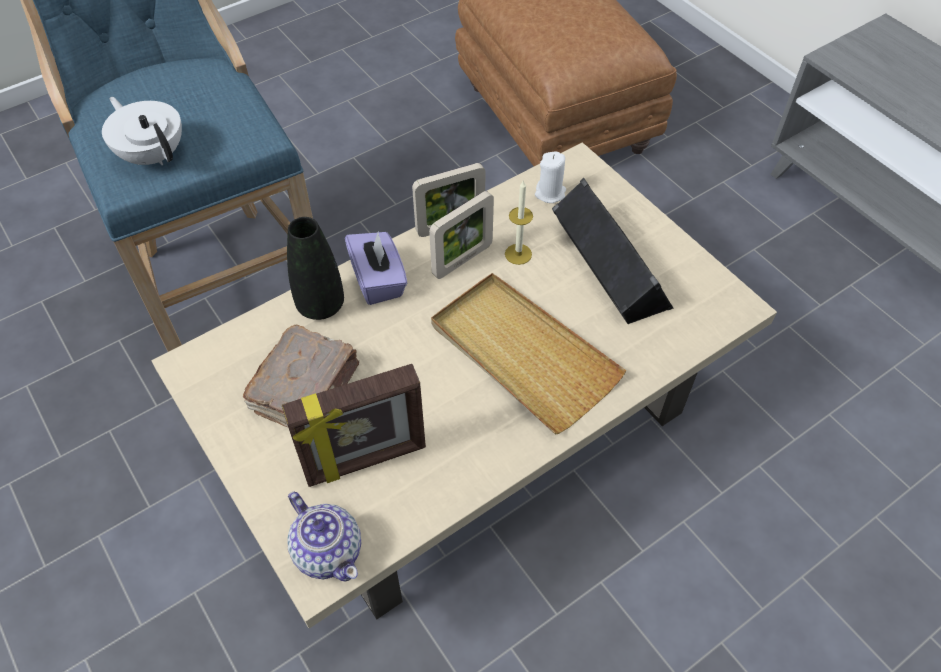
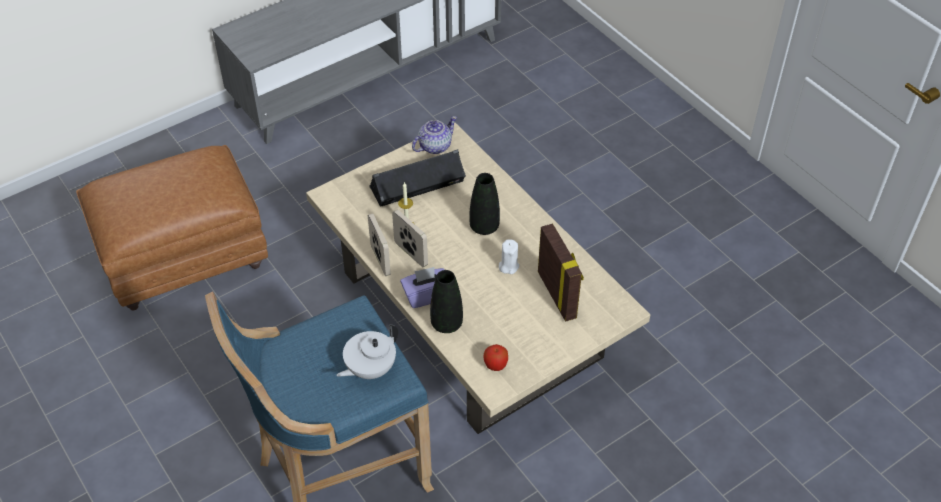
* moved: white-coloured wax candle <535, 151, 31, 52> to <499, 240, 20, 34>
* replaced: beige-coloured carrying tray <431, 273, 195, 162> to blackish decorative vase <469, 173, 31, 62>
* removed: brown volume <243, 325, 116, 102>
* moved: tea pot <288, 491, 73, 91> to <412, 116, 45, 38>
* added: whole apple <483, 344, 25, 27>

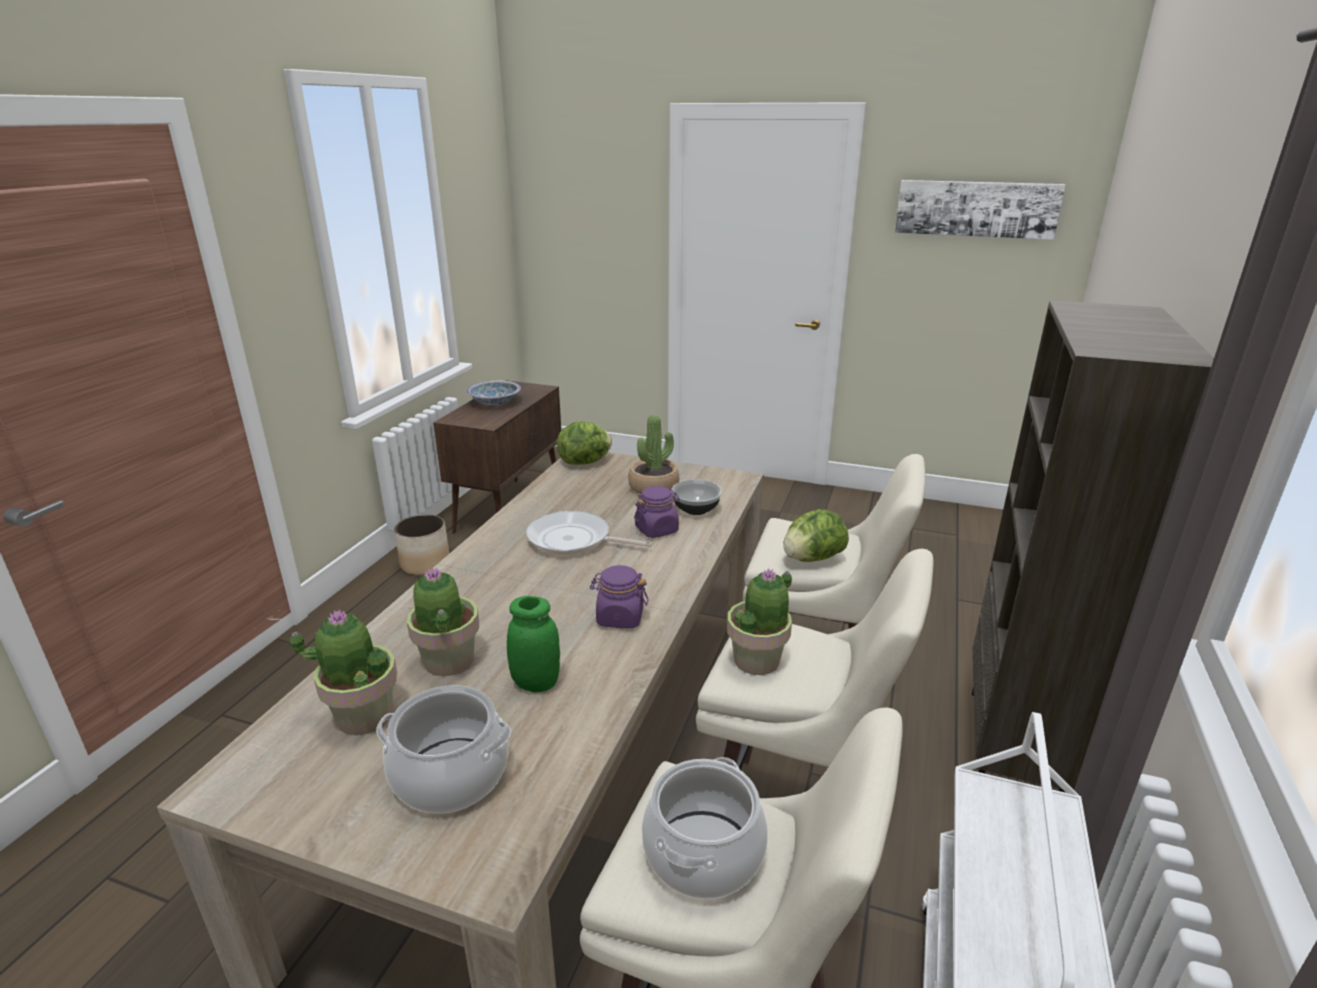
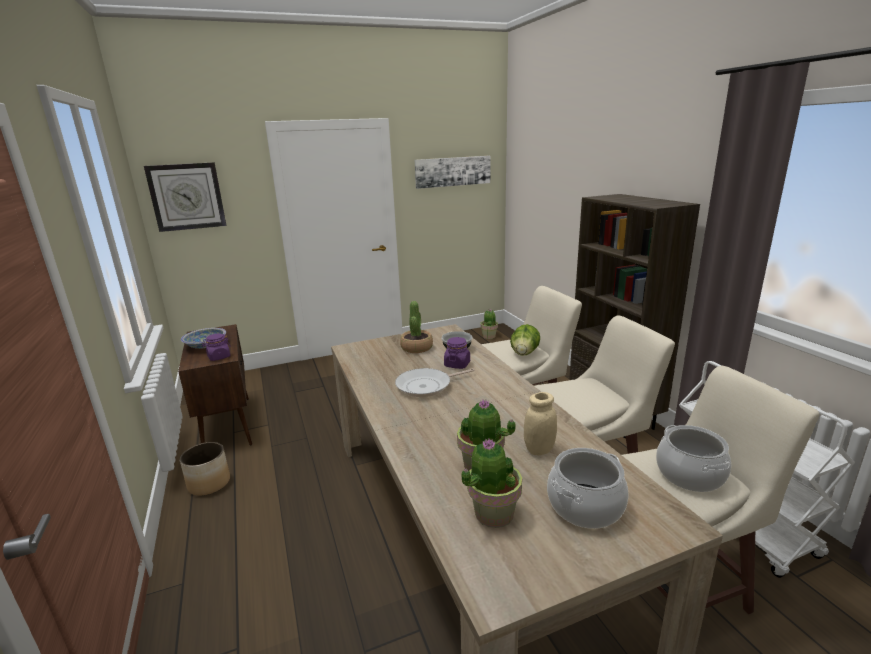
* removed: lettuce <557, 421, 55, 44>
* moved: purple-coloured preserve jar <590, 565, 58, 63> to <202, 334, 29, 27>
* moved: potted plant <727, 568, 65, 107> to <480, 309, 18, 30>
* recoloured: green-coloured preserve jar <507, 596, 53, 97> to beige-coloured preserve jar <524, 392, 33, 63>
* added: wall clock <144, 162, 82, 70>

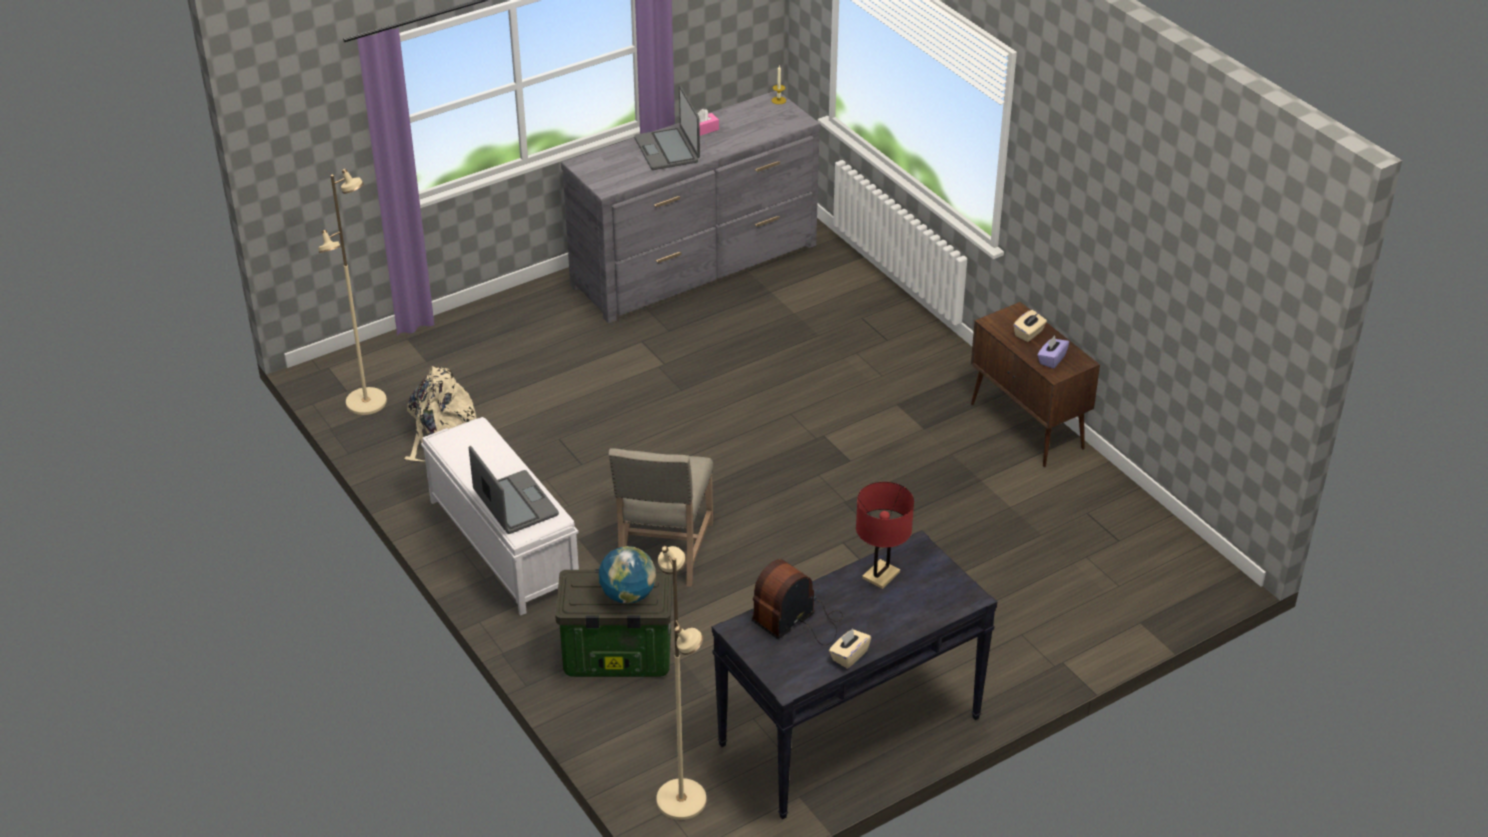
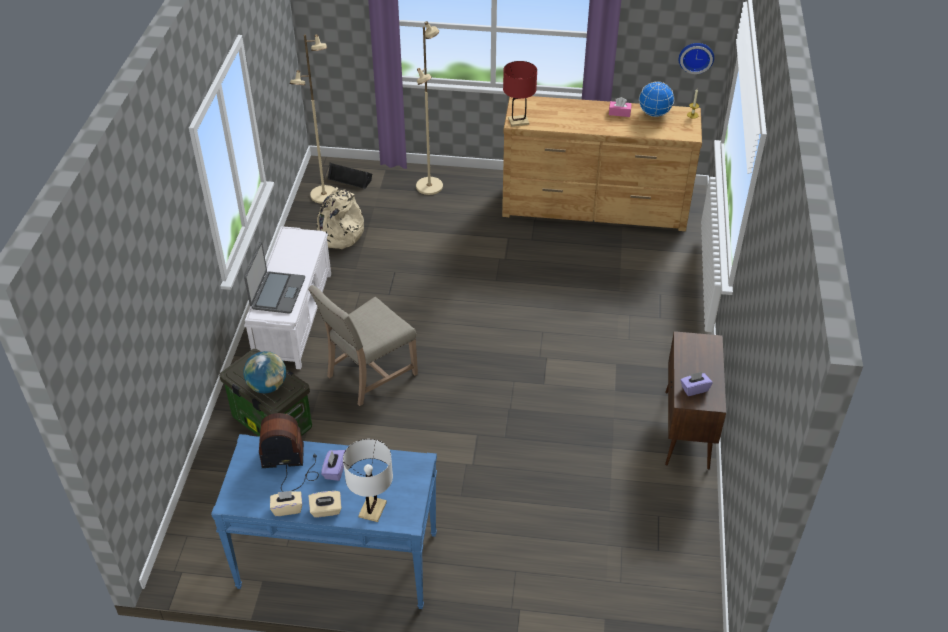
* removed: notebook computer <634, 85, 66, 85>
* recoloured: grey dresser <561, 91, 260, 232> to brown dresser <502, 96, 200, 135>
* moved: beige-coloured tissue box <1014, 310, 33, 32> to <308, 491, 34, 27>
* moved: red-coloured tabletop lamp <856, 482, 58, 107> to <503, 61, 34, 66>
* recoloured: blackish hall table <712, 530, 285, 290> to blue hall table <211, 434, 226, 175>
* moved: beige-coloured standard lamp <656, 546, 50, 274> to <416, 21, 27, 174>
* added: wall clock <679, 43, 35, 31>
* added: world globe <639, 81, 35, 36>
* added: blackish audio speaker <328, 163, 44, 26>
* added: white-coloured tabletop lamp <343, 439, 50, 83>
* added: purple-coloured tissue box <321, 450, 25, 31>

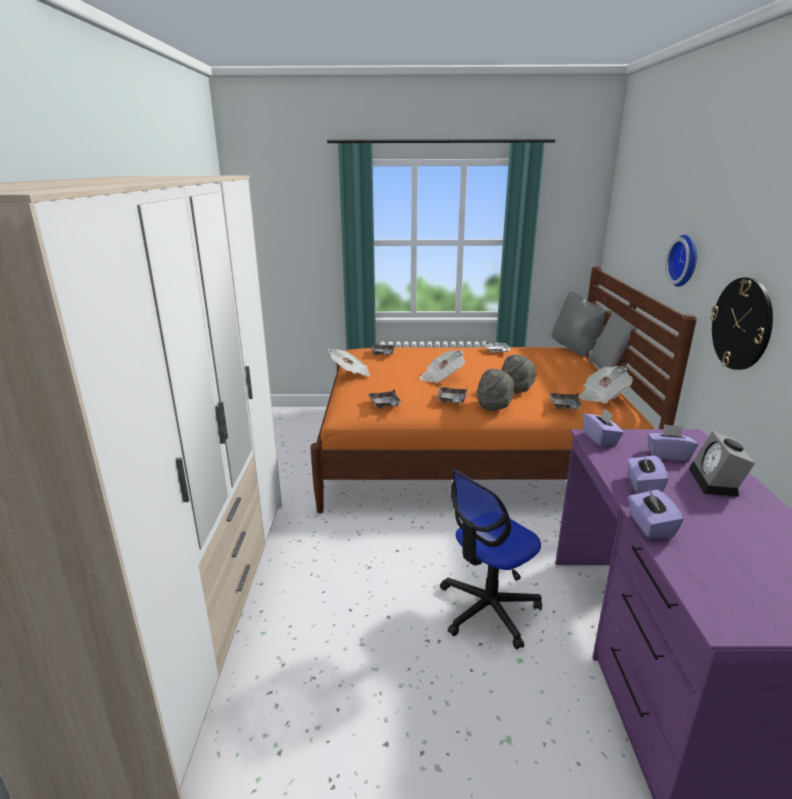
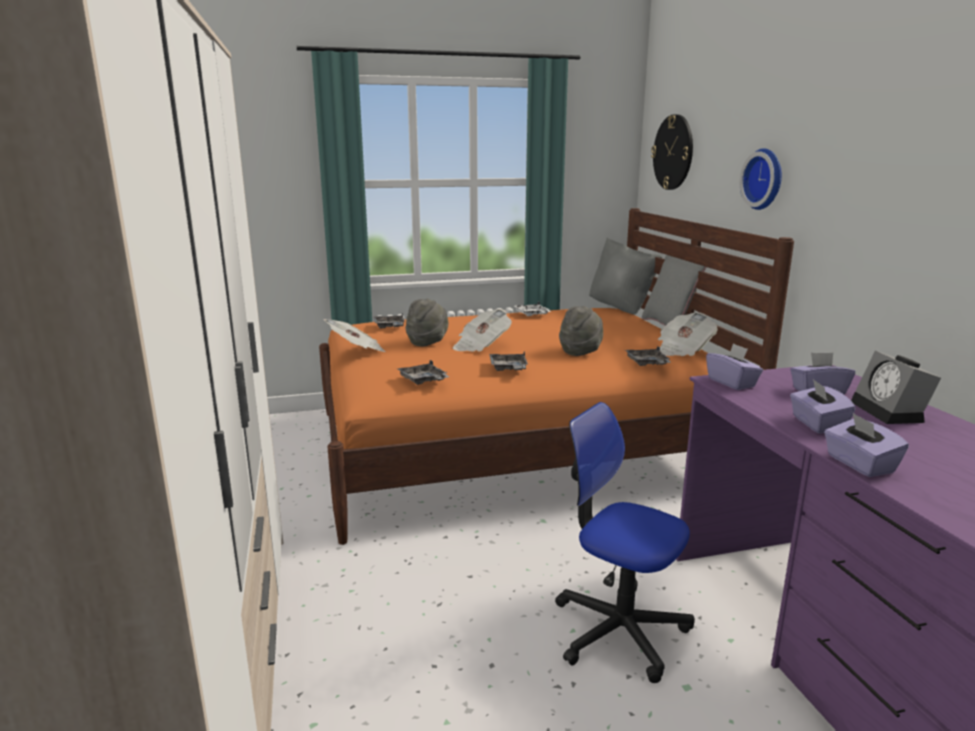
* moved: wall clock <710, 278, 63, 92> to <651, 114, 42, 76>
* moved: grey clothing hat <477, 369, 38, 42> to <405, 299, 43, 48>
* turned: computer chair <440, 469, 102, 180> = <555, 402, 140, 281> 90 degrees clockwise

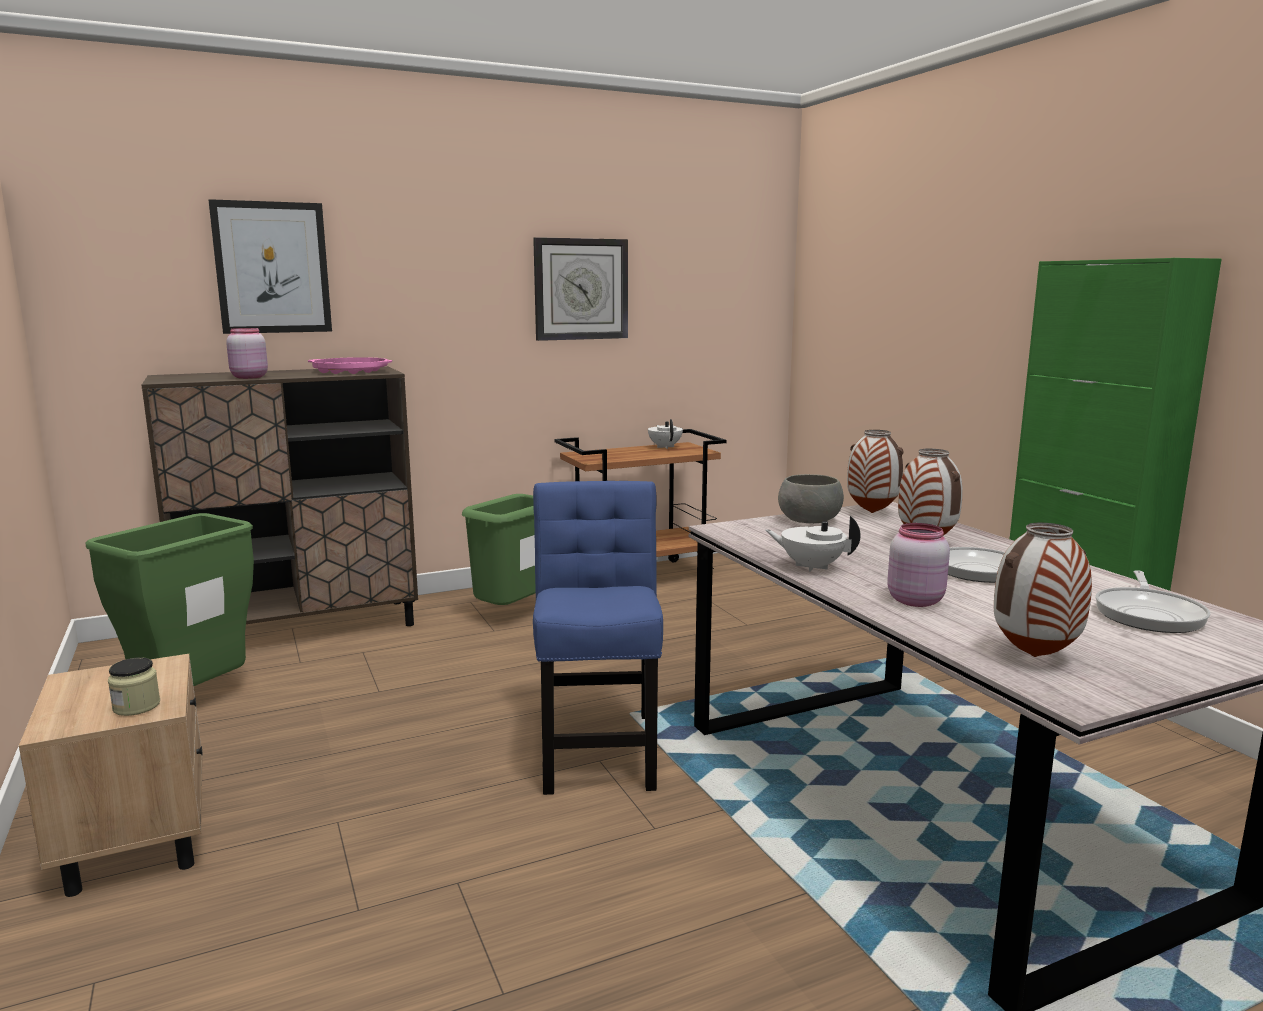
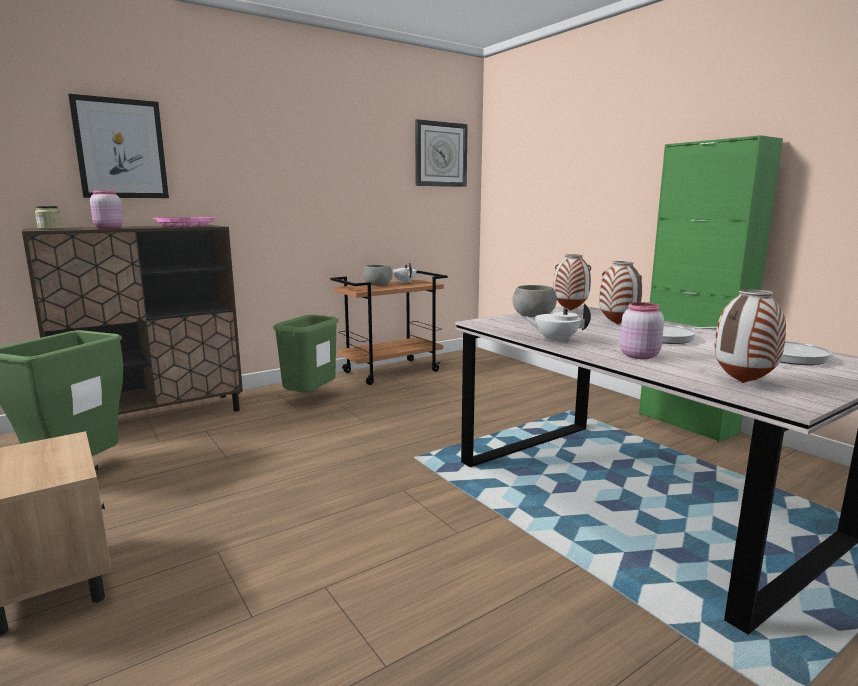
* moved: wall clock <533, 237, 95, 104> to <415, 119, 53, 68>
* removed: blue plain chair <533, 481, 130, 314>
* moved: preserve jar <108, 657, 52, 59> to <35, 206, 27, 23>
* added: grey deep dish <363, 265, 30, 21>

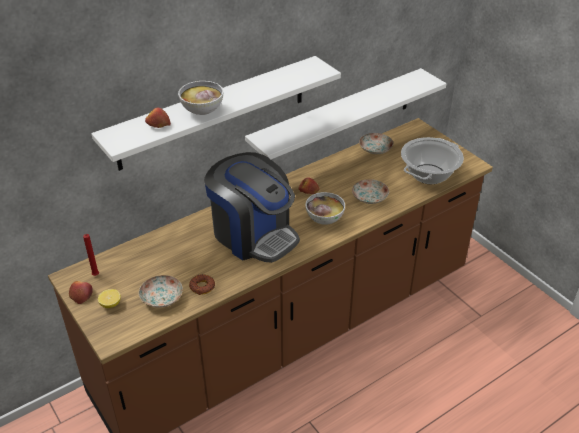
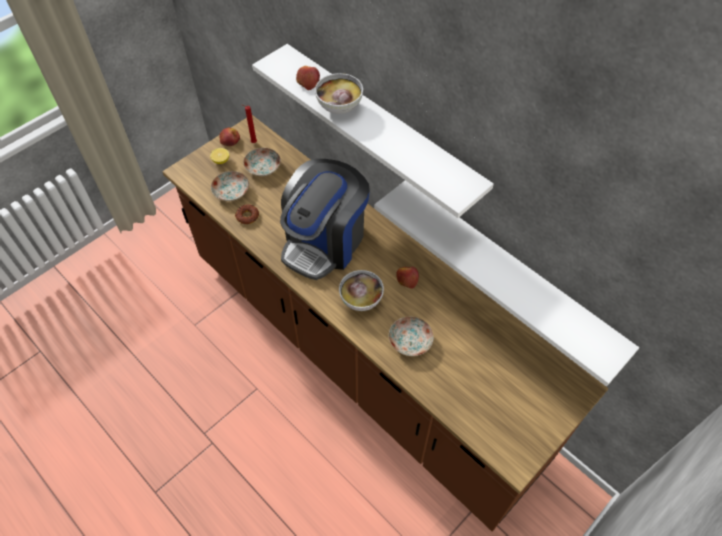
* moved: flat dish <359, 133, 34, 21> to <243, 148, 37, 28>
* removed: stockpot <401, 137, 63, 47>

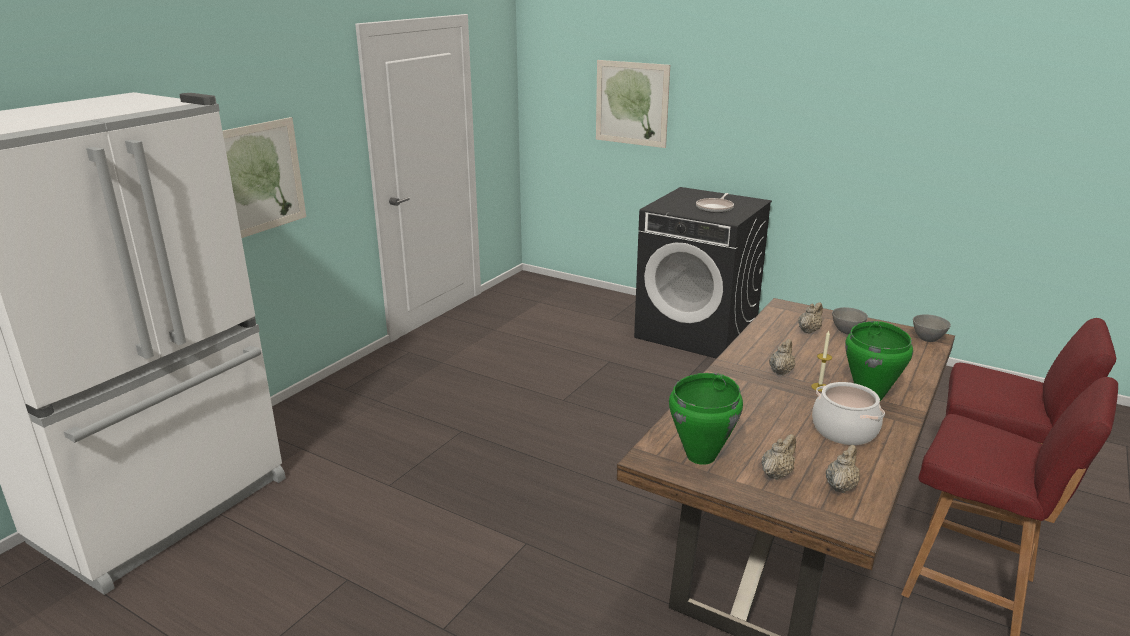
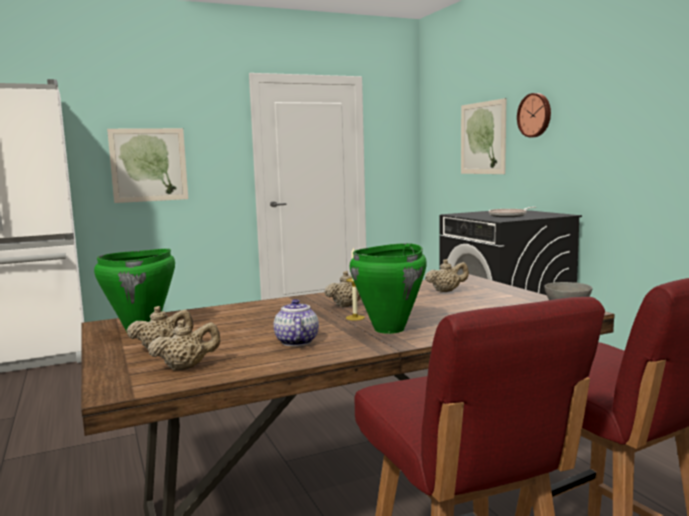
* removed: grey deep dish <832, 307, 36, 27>
* replaced: stockpot <812, 382, 73, 63> to tea pot <273, 299, 46, 47>
* added: wall clock <517, 93, 34, 44>

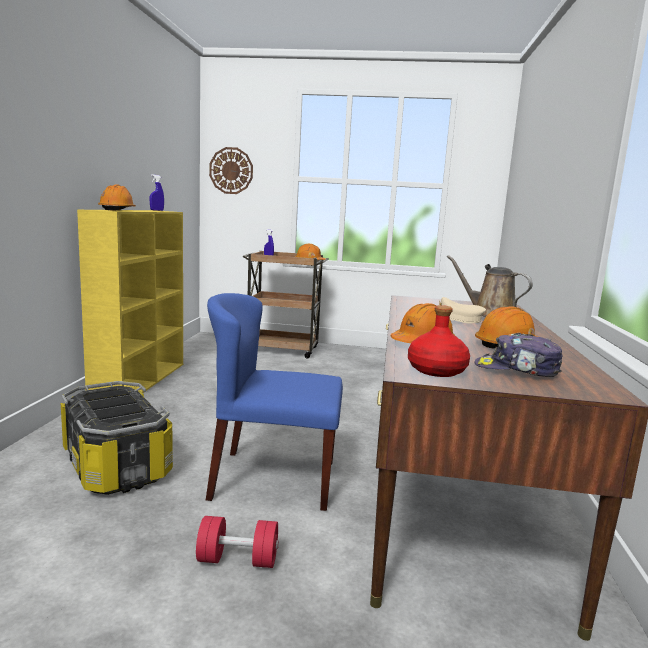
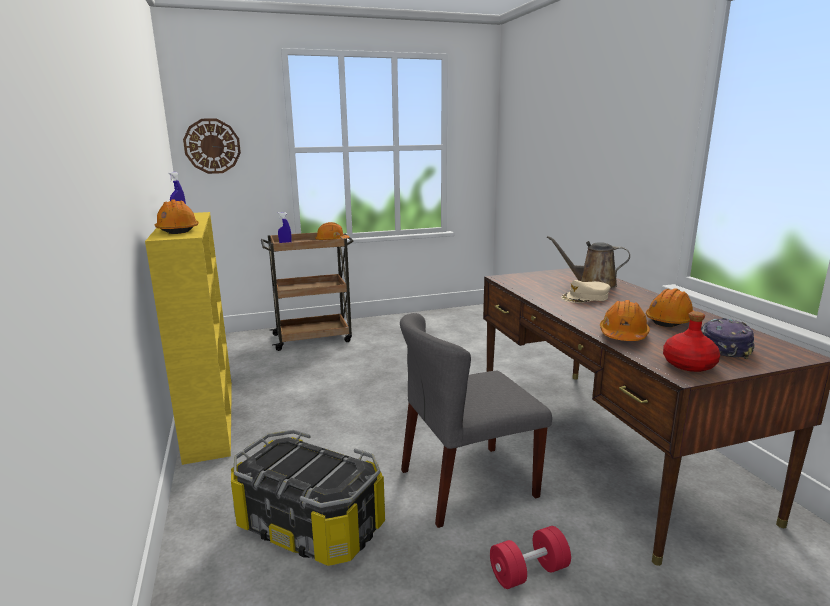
* recoloured: blue plain chair <206, 293, 137, 218> to grey plain chair <400, 313, 152, 215>
* turned: peaked cap <475, 332, 88, 45> = <701, 318, 54, 41> 120 degrees clockwise

